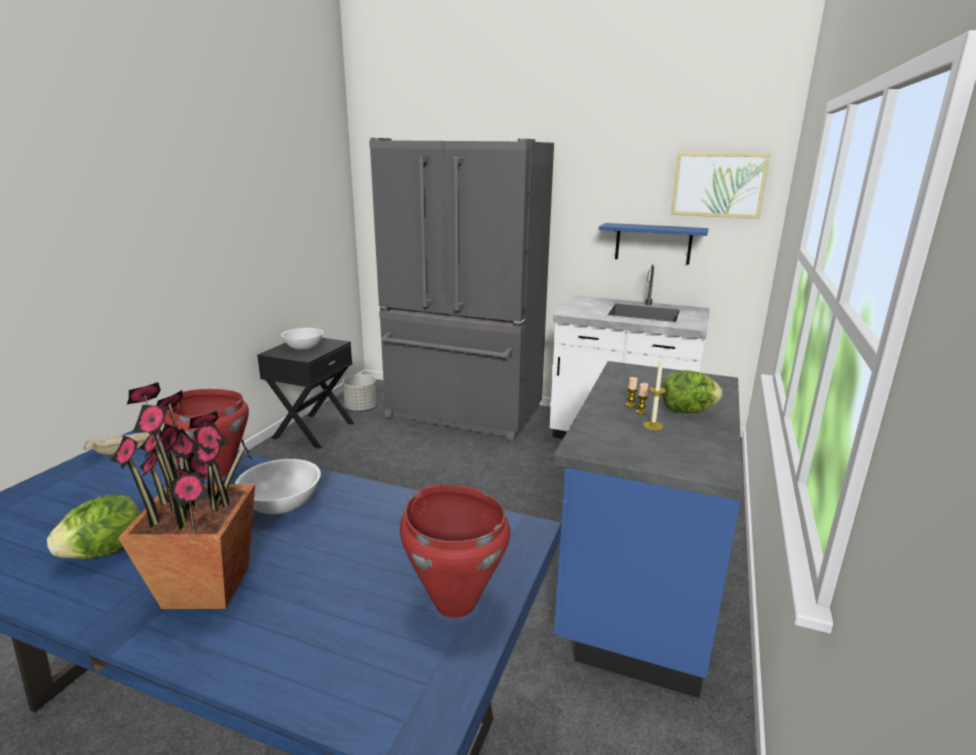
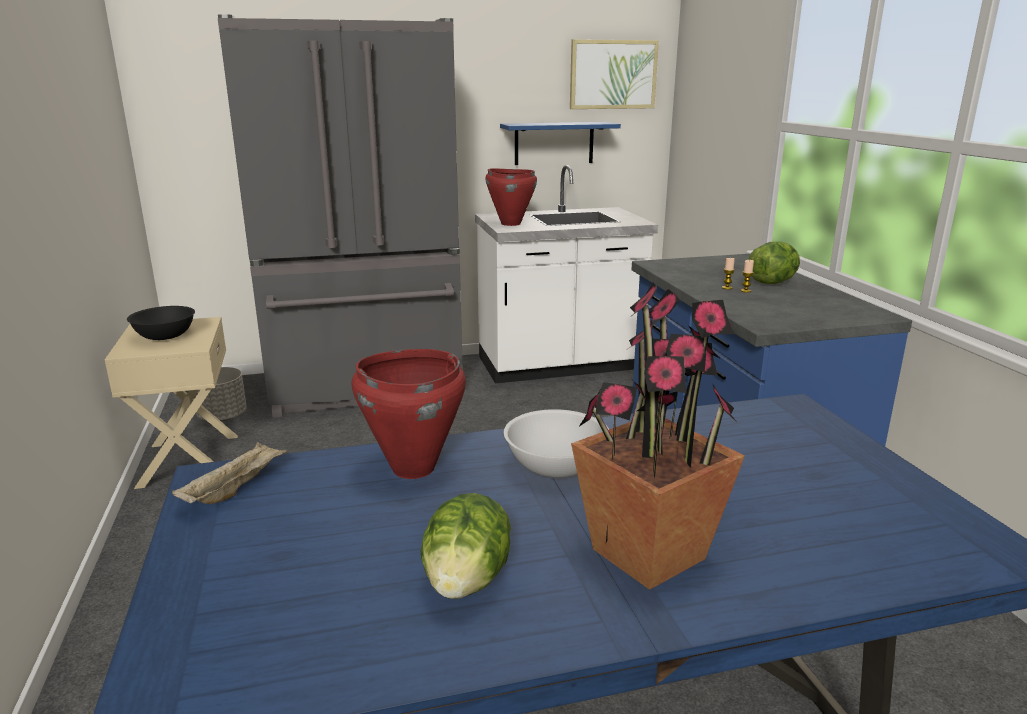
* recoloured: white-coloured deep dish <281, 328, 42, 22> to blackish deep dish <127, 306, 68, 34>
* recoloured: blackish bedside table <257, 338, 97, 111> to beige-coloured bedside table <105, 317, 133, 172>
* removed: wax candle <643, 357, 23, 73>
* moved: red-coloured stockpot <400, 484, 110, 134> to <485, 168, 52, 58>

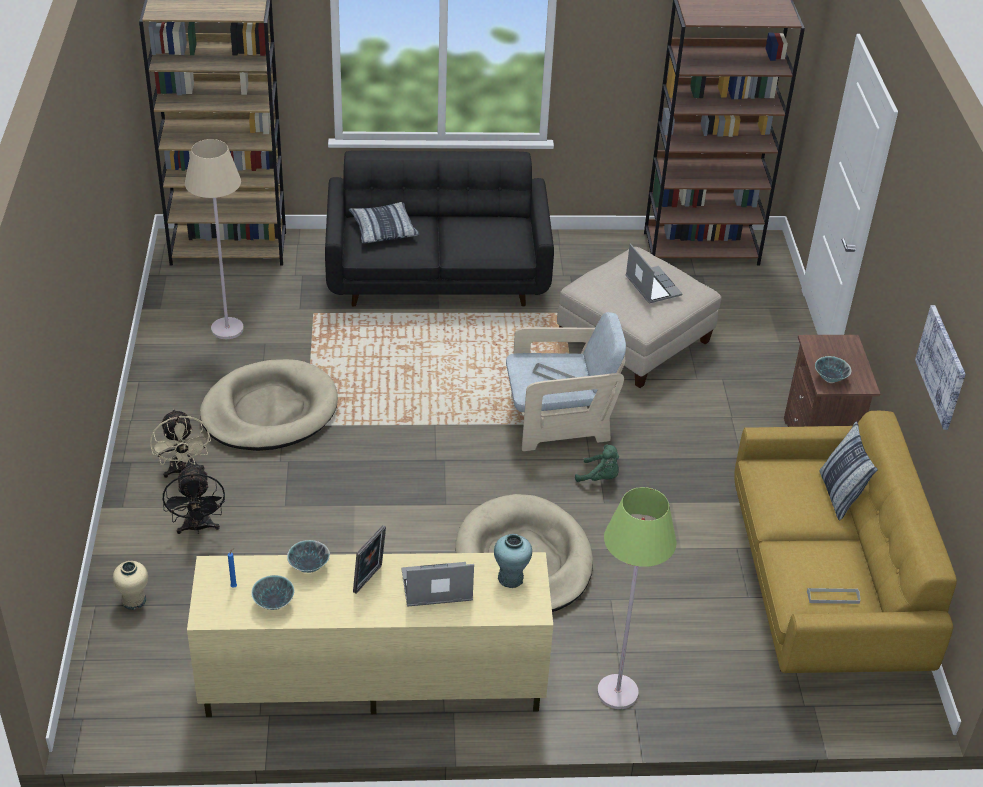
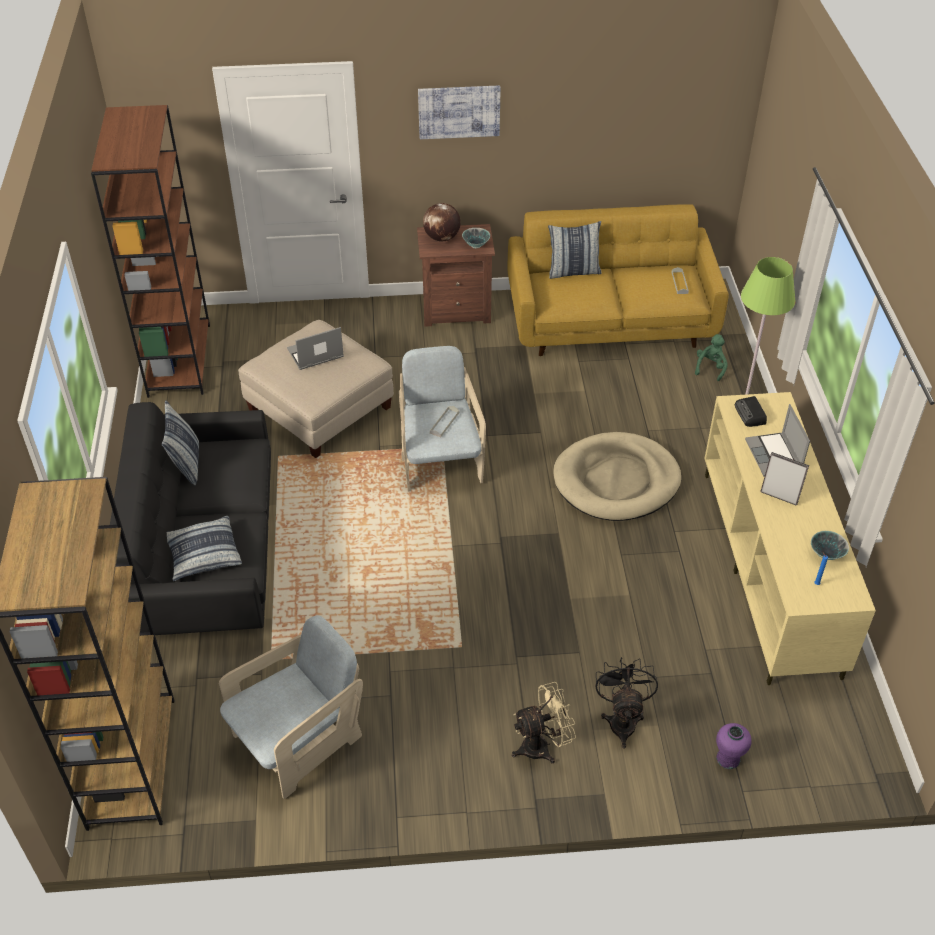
* replaced: beige-coloured standard lamp <185, 139, 59, 200> to beige-coloured easy chair <219, 616, 144, 183>
* moved: wall picture <915, 305, 51, 125> to <418, 85, 83, 54>
* removed: beige-coloured pet bed <200, 359, 138, 92>
* moved: green-coloured plush toy <575, 445, 44, 37> to <695, 334, 33, 47>
* turned: blackish fan <163, 464, 62, 70> = <595, 657, 63, 92> 75 degrees counterclockwise
* replaced: blue-green decorative vase <494, 534, 38, 54> to radio set <735, 396, 32, 31>
* removed: deep dish <287, 540, 43, 33>
* recoloured: beige-coloured decorative vase <113, 561, 35, 49> to purple-coloured decorative vase <716, 723, 36, 46>
* added: world globe <423, 203, 38, 38>
* added: cushion <162, 400, 37, 85>

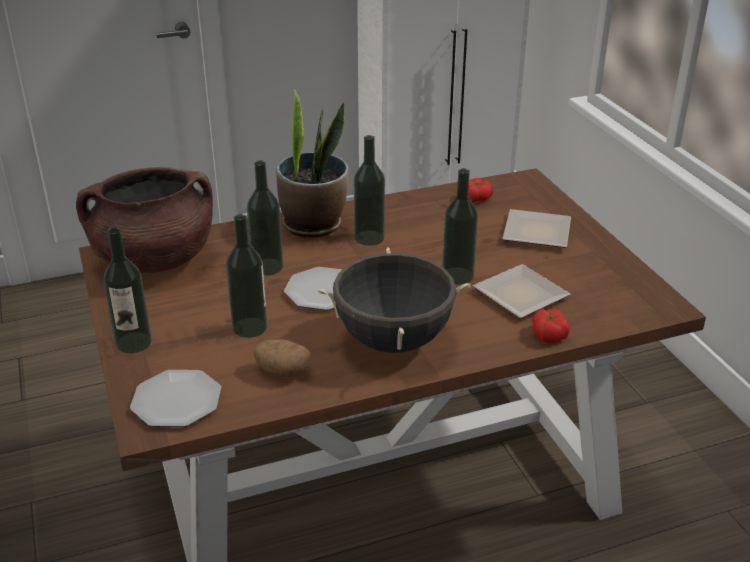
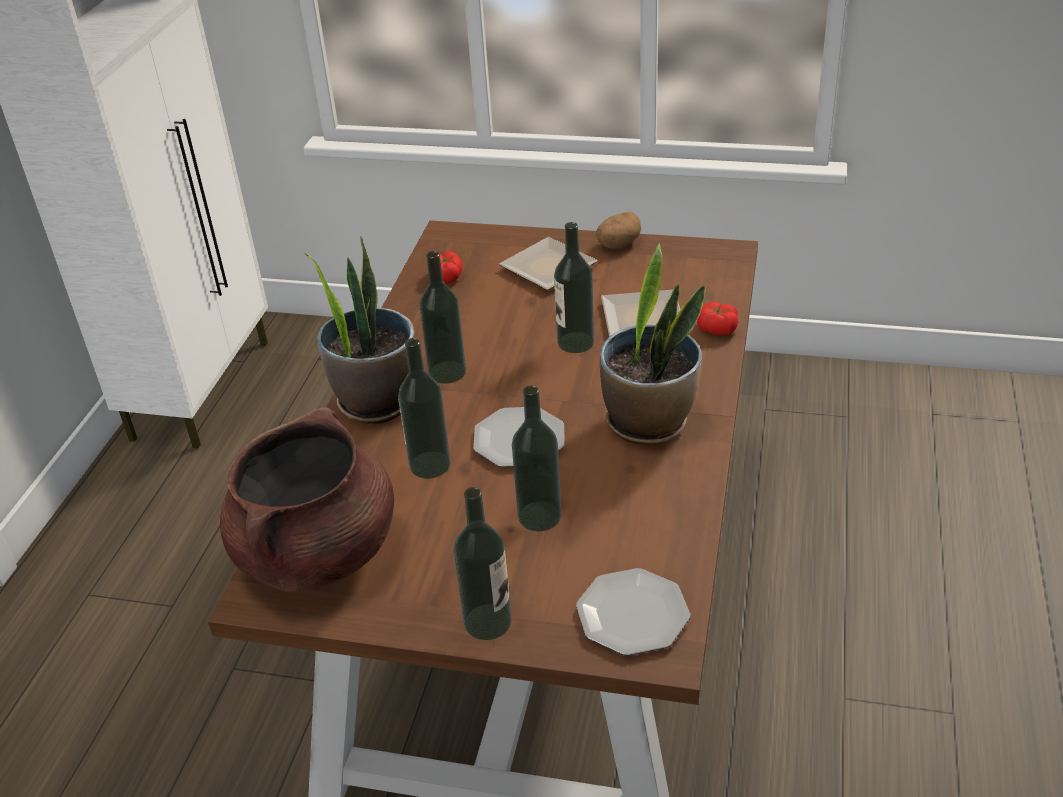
* replaced: blackish stockpot <318, 247, 153, 106> to potted plant <600, 243, 106, 202>
* moved: whole potato <253, 340, 57, 37> to <596, 212, 45, 37>

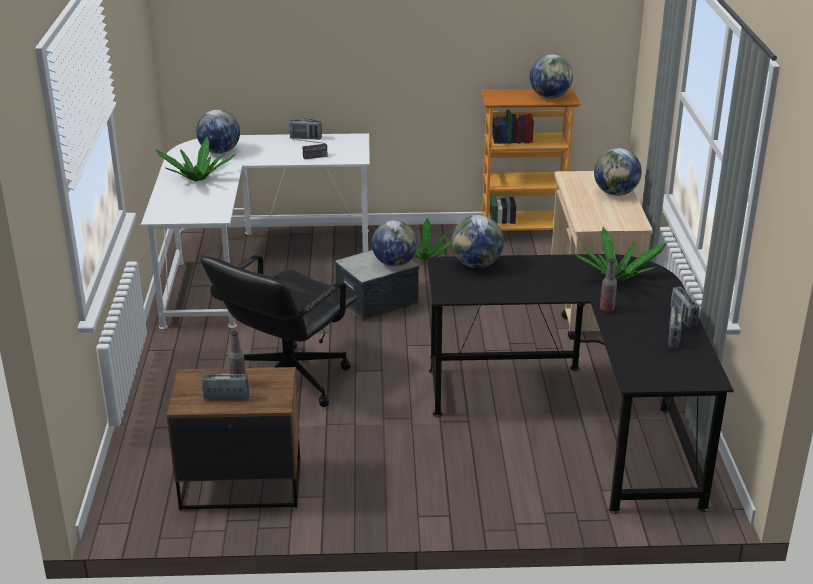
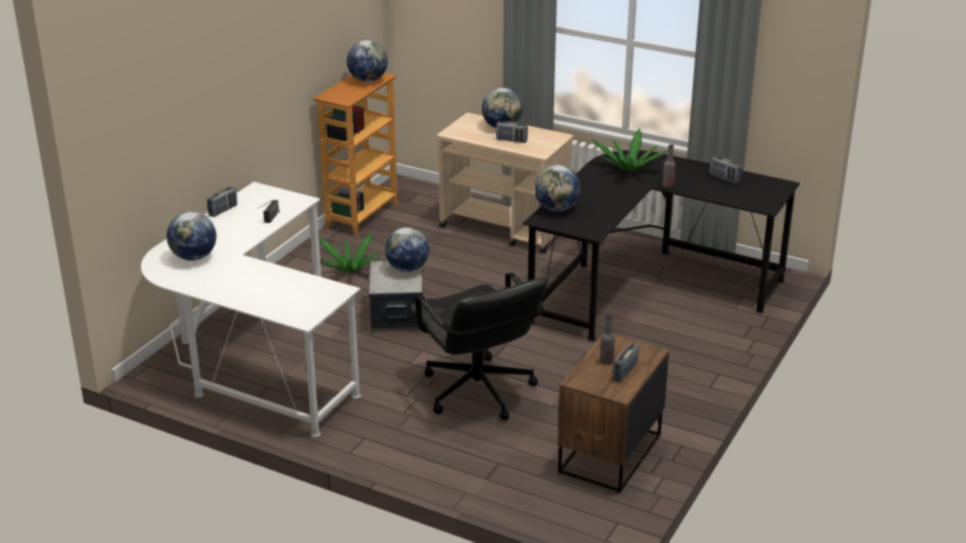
* removed: potted plant <155, 136, 80, 45>
* moved: radio set <670, 286, 29, 42> to <496, 121, 32, 22>

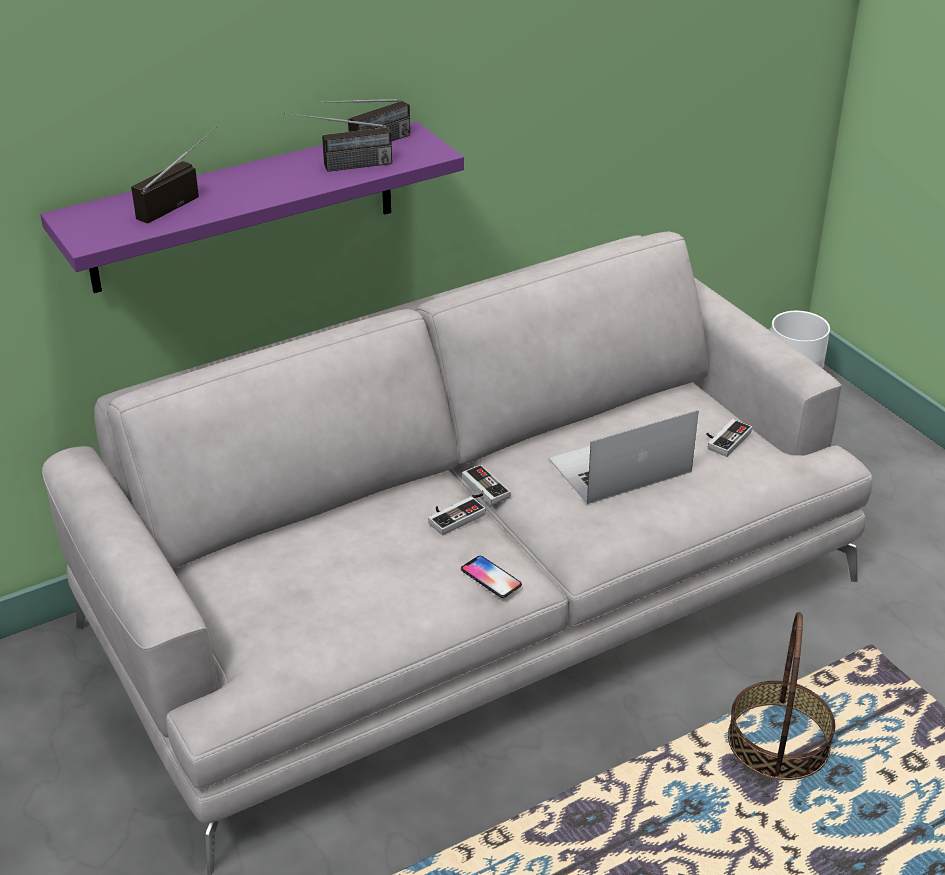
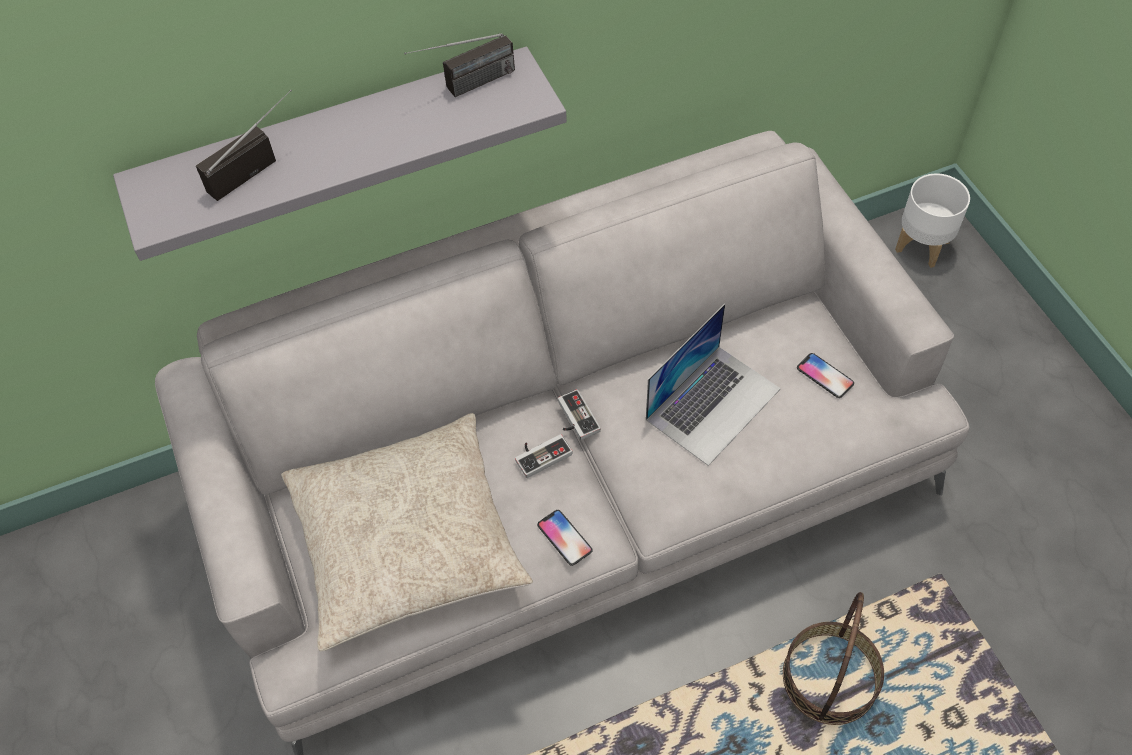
* removed: radio set <284, 113, 108, 59>
* recoloured: purple-coloured shelf <40, 122, 424, 171> to grey shelf <113, 46, 454, 215>
* turned: notebook computer <549, 410, 150, 94> = <646, 304, 135, 162> 150 degrees clockwise
* replaced: joypad <706, 419, 46, 38> to handset <797, 353, 57, 45>
* added: beige-coloured cushion <281, 413, 252, 239>

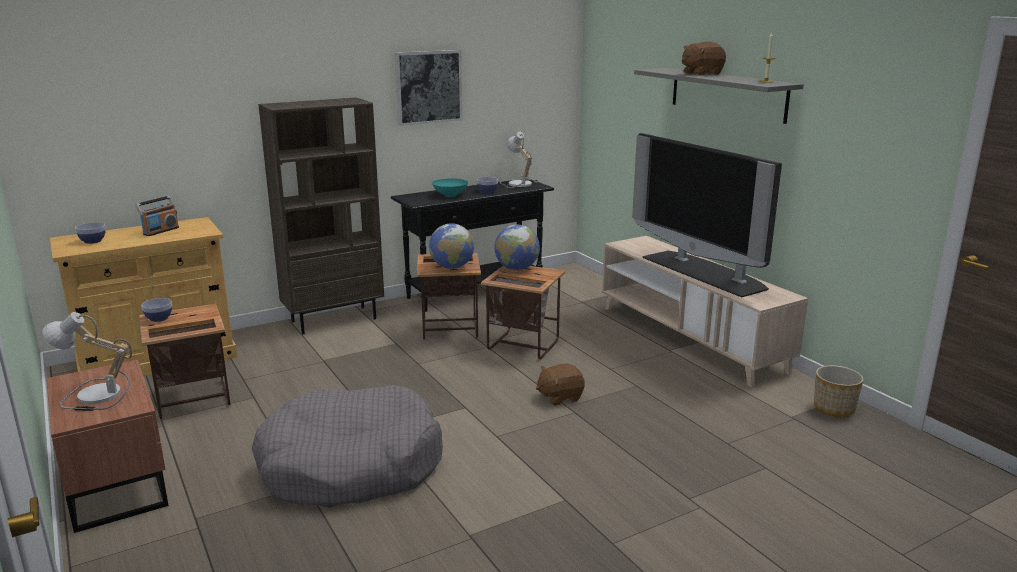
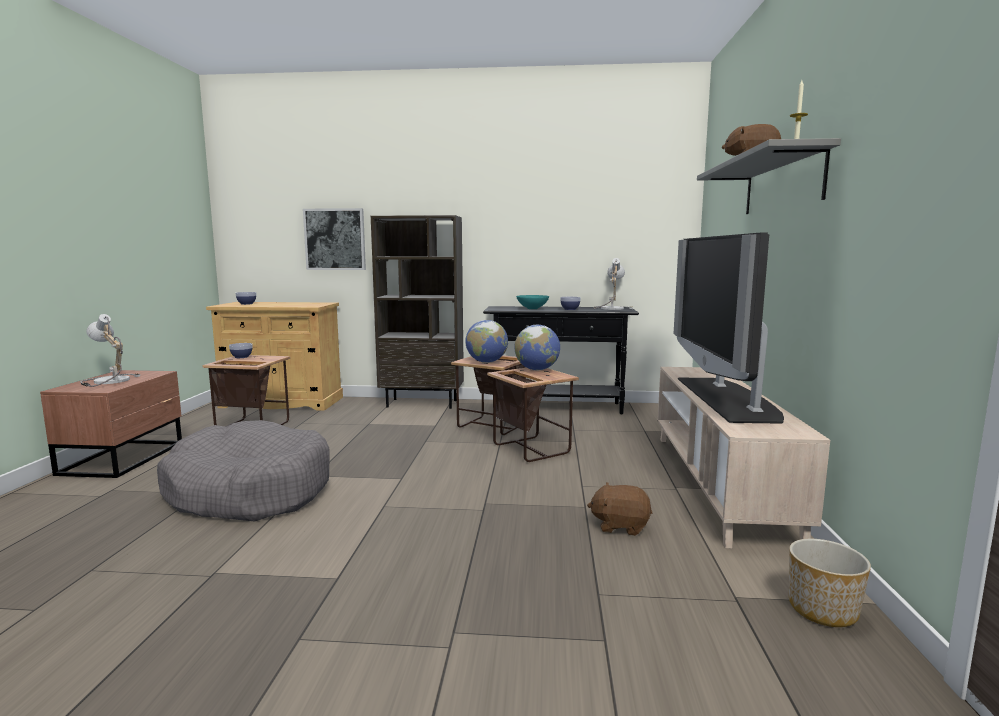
* moved: wall picture <395, 50, 68, 76> to <303, 208, 63, 62>
* removed: radio set <135, 196, 44, 40>
* moved: brown plush toy <536, 364, 49, 41> to <587, 482, 65, 54>

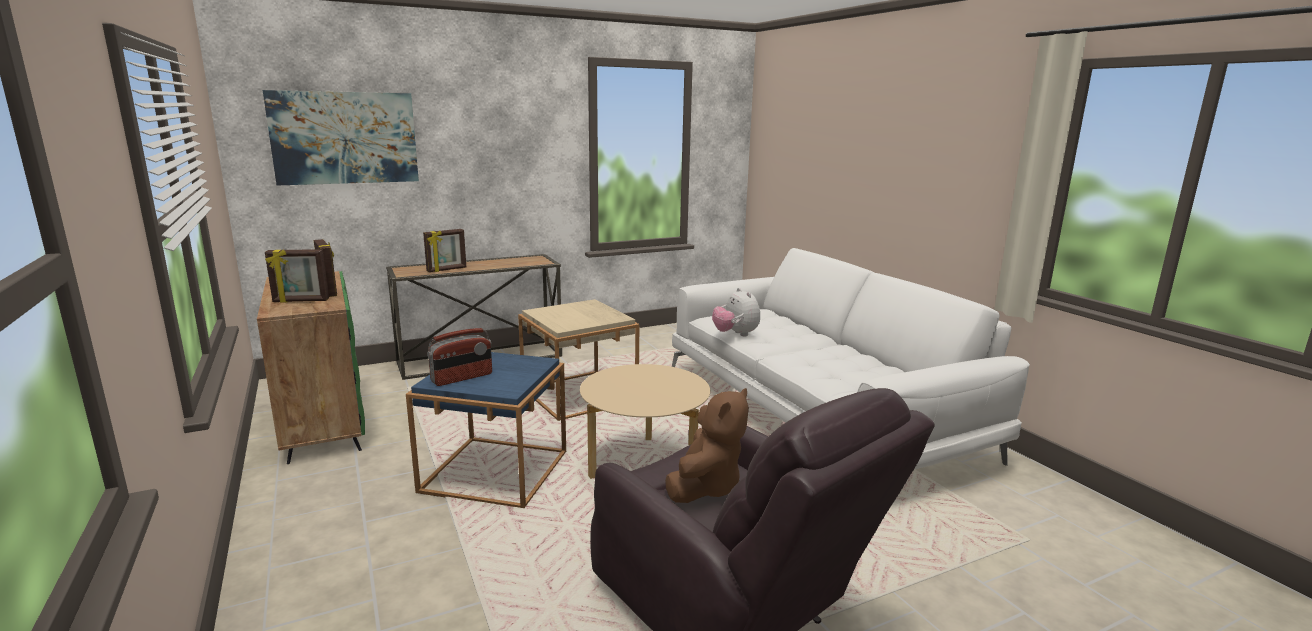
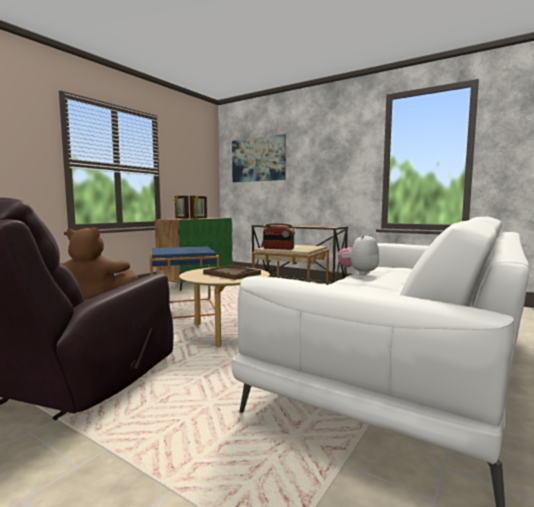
* removed: standing frame <423, 229, 43, 43>
* moved: radio set <427, 328, 65, 58> to <263, 223, 32, 27>
* added: brown carrying tray <203, 265, 58, 15>

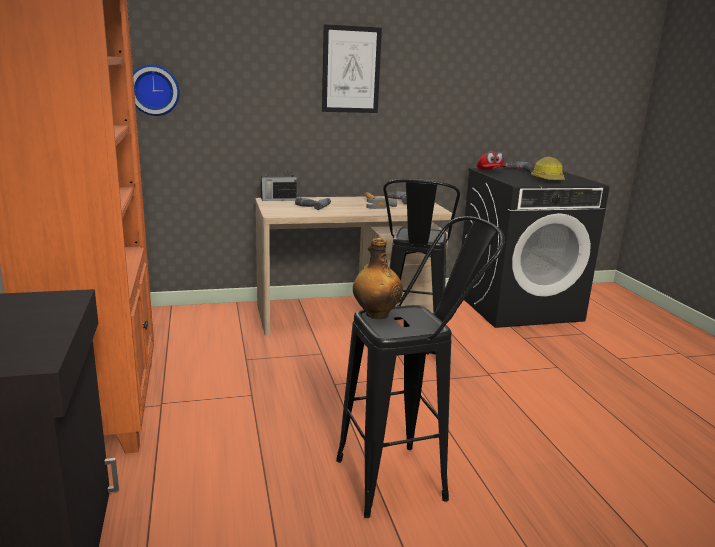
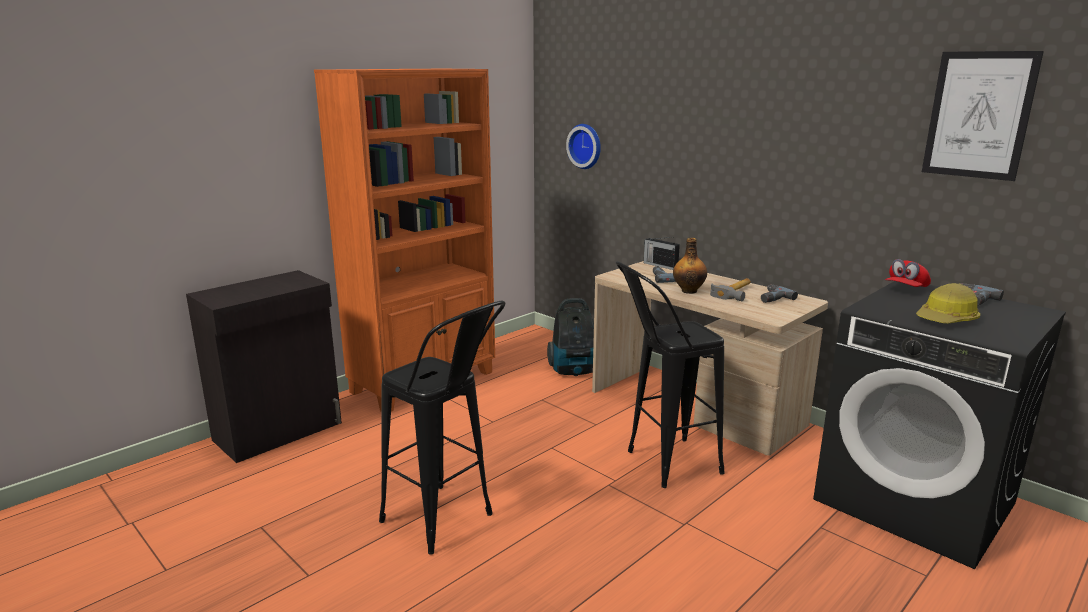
* moved: wall picture <322, 24, 60, 89> to <922, 51, 122, 130>
* moved: bottle <353, 238, 50, 81> to <673, 238, 34, 56>
* added: vacuum cleaner <547, 298, 47, 78>

